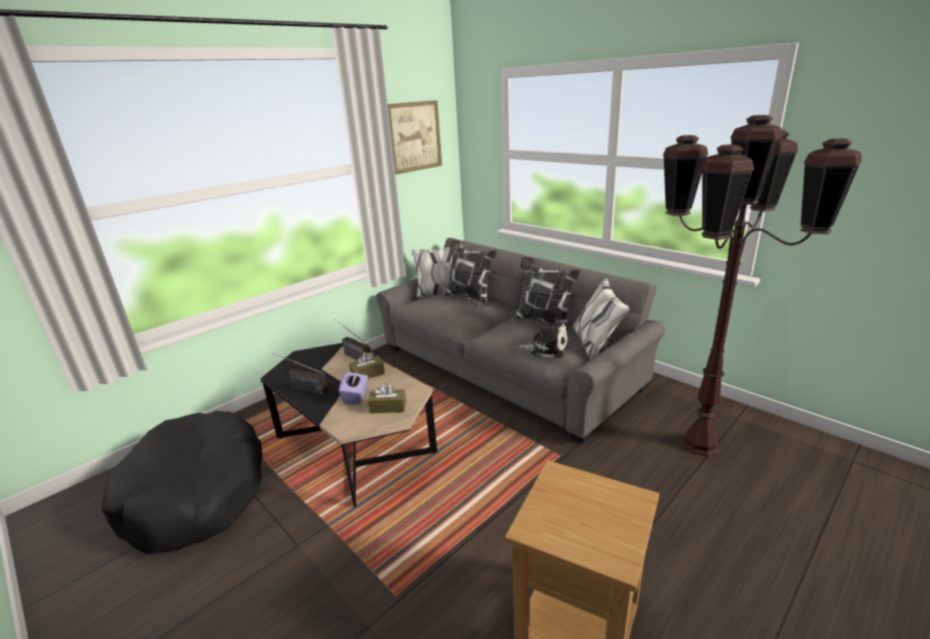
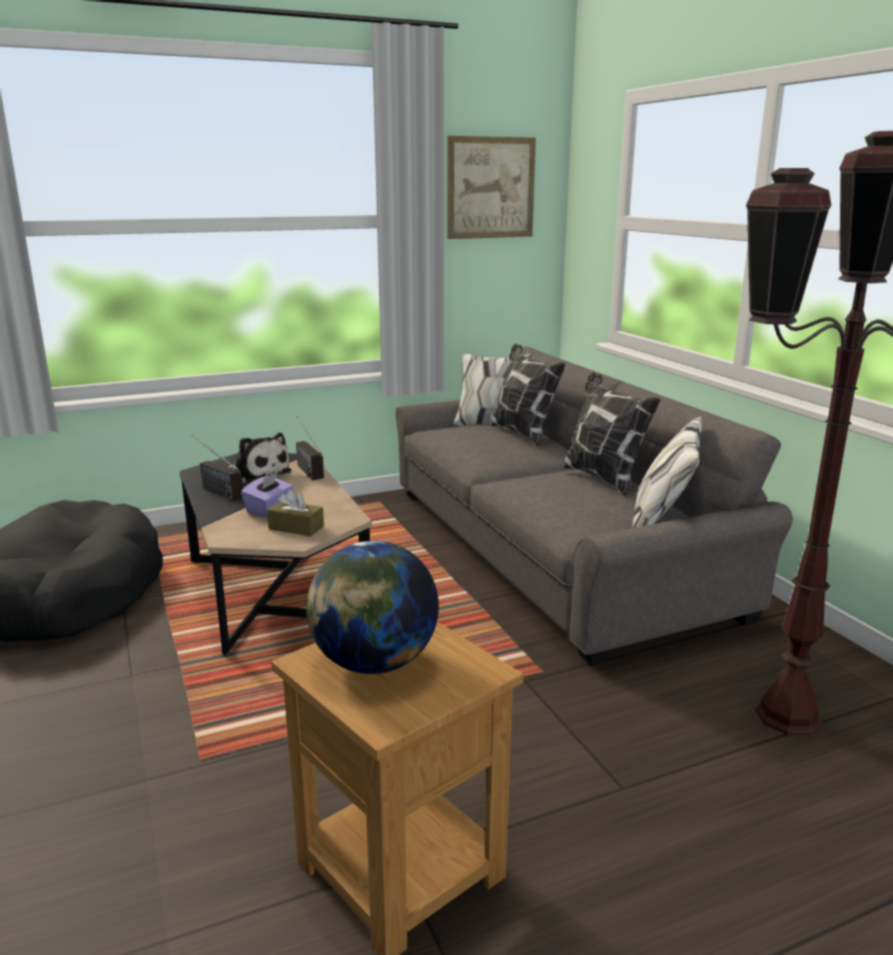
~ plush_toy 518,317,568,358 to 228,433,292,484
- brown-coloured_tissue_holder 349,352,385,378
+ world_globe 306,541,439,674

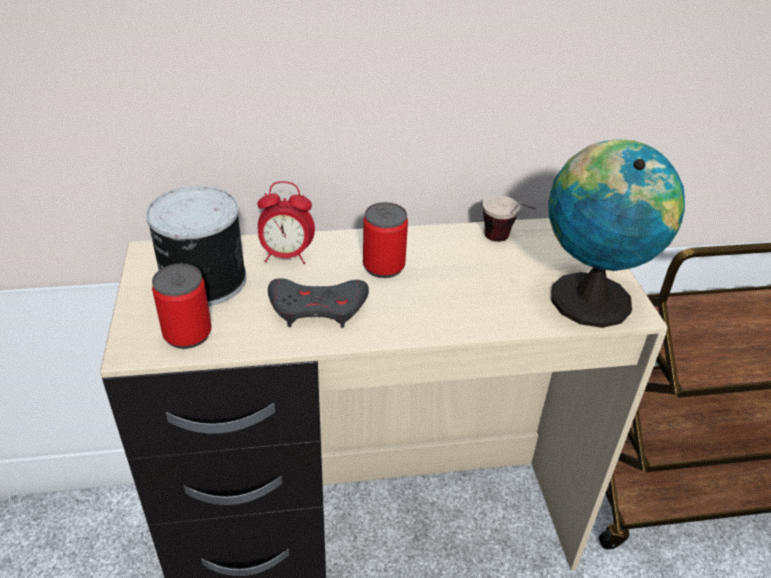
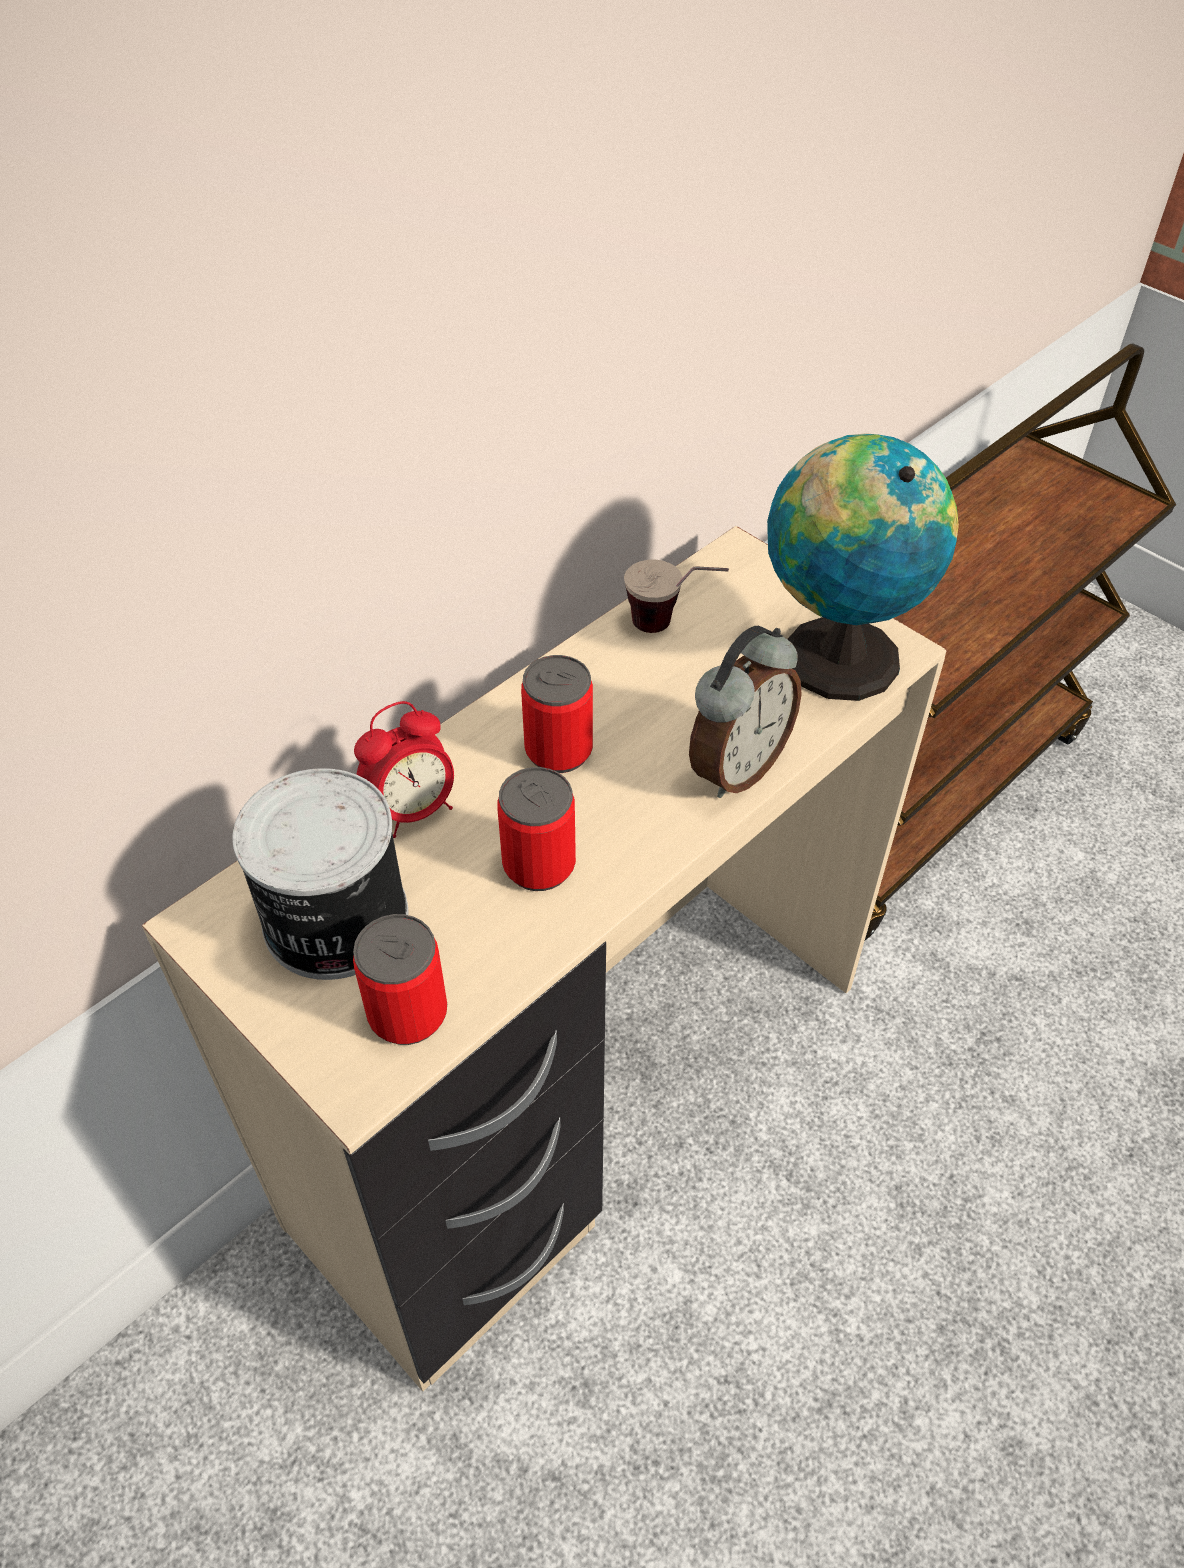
~ gray_gamepad 268,278,369,328 to can 497,767,576,891
+ table_clock 689,626,802,798

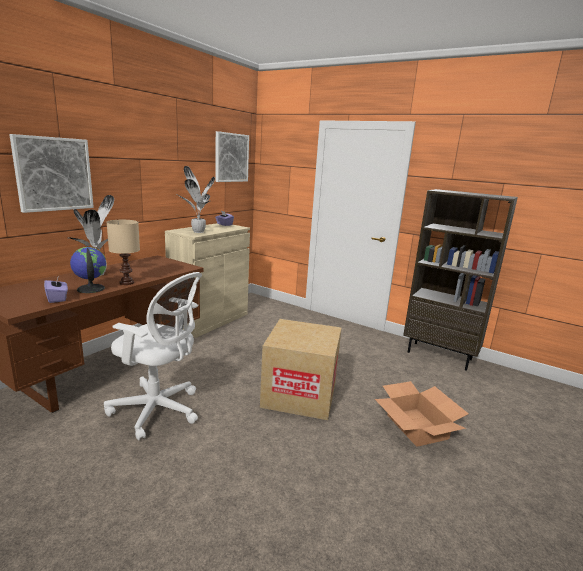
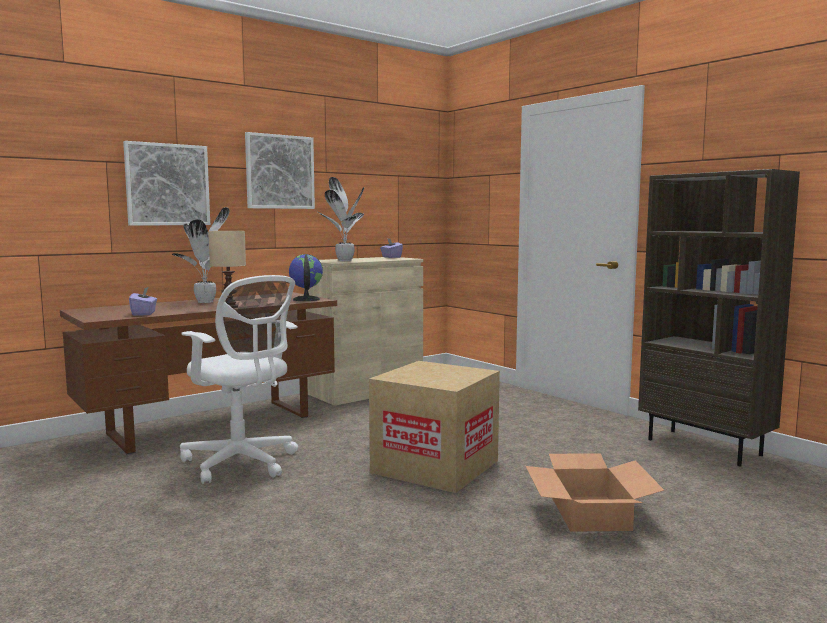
~ picture 215,131,249,182 to 245,132,315,209
~ world_globe 70,247,106,293 to 289,254,323,301

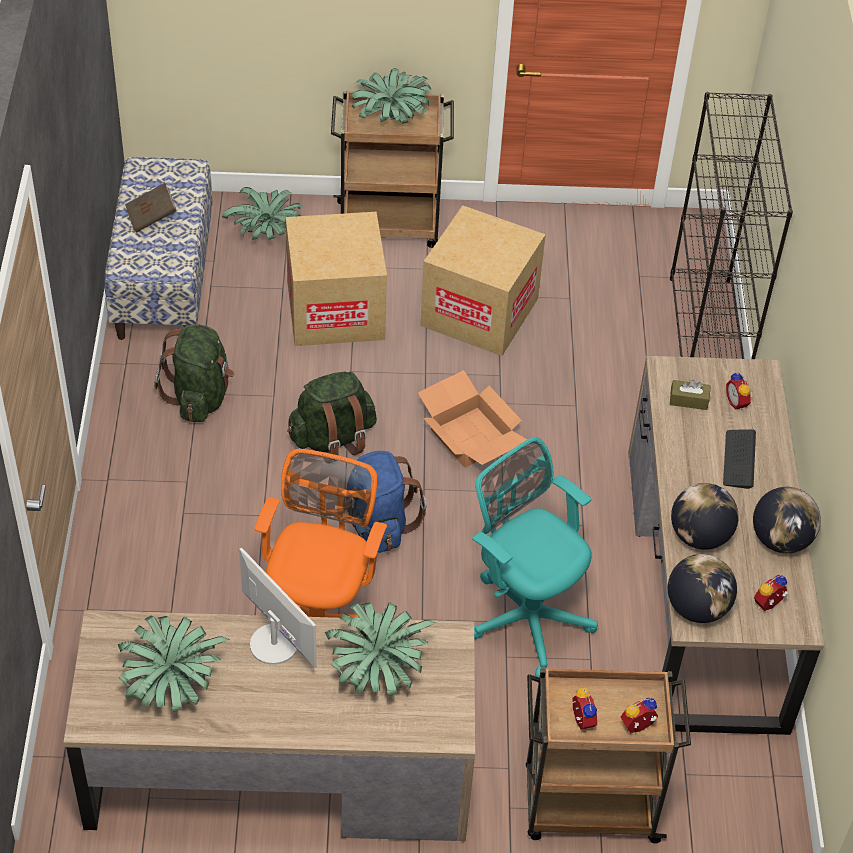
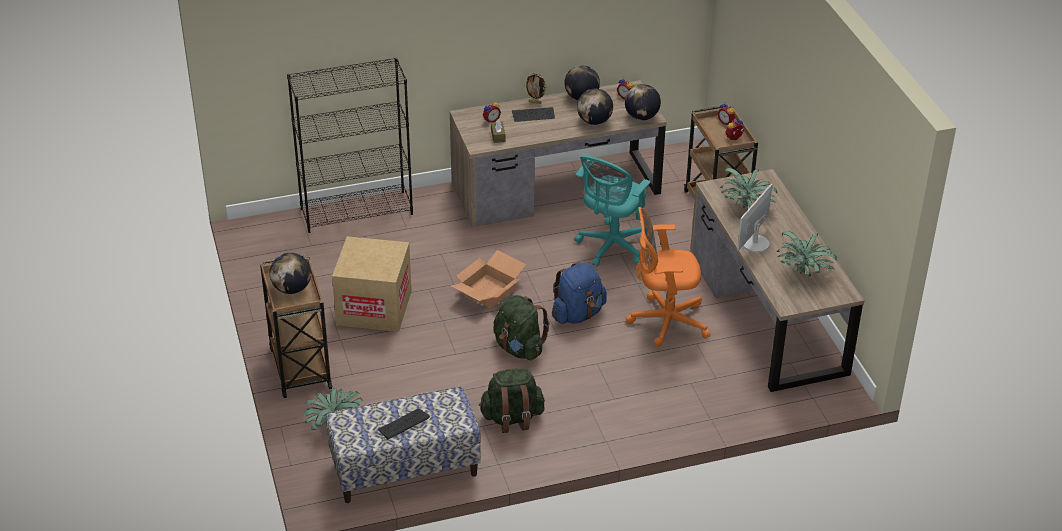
~ potted_plant 352,68,431,124 to world_globe 269,253,311,294
~ brown-coloured_volume 125,183,177,233 to PC_keyboard 378,409,430,439
- cardboard_box 286,212,387,346
+ standing_frame 524,73,547,104

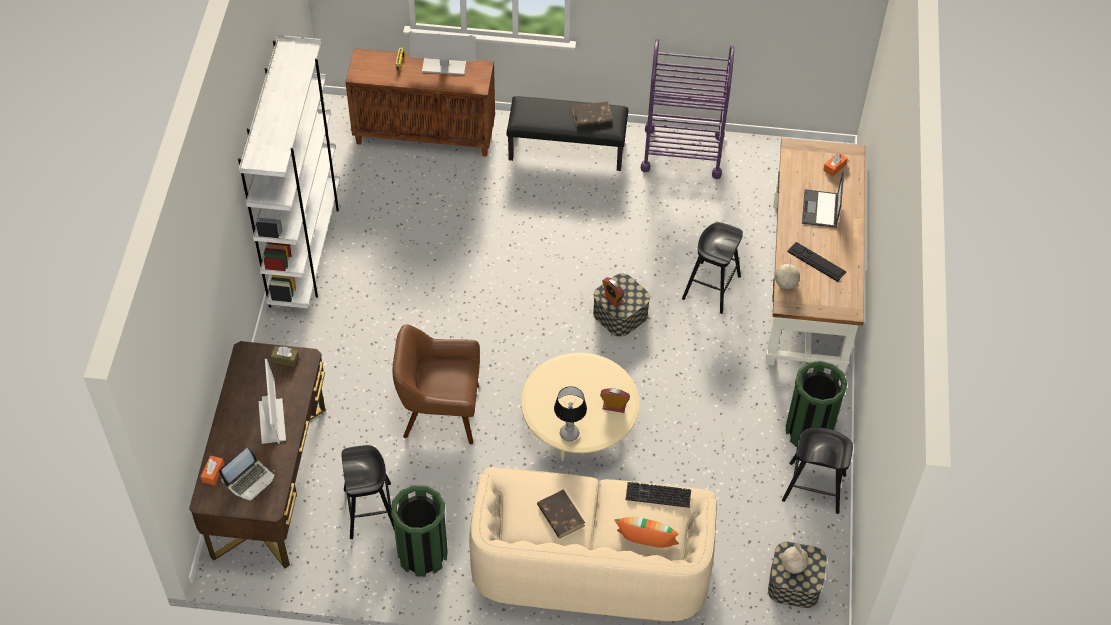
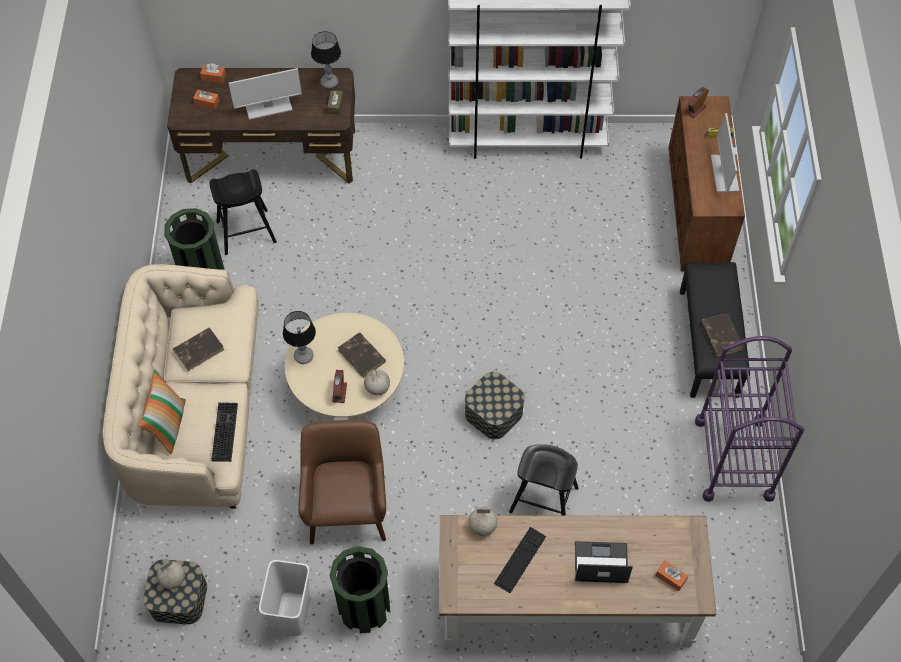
~ table_clock 602,277,625,308 to 685,87,709,118
~ brown-coloured_lounge_chair 392,325,480,444 to 299,420,386,545
~ black-coloured_sitting_stool 782,428,853,514 to whitish_rubbish_bin 259,560,310,636
~ laptop 219,448,275,501 to orange-coloured_tissue_holder 193,90,220,109
+ table_lamp 311,31,341,89
+ brown-coloured_volume 337,333,386,378
+ world_globe 364,365,390,396

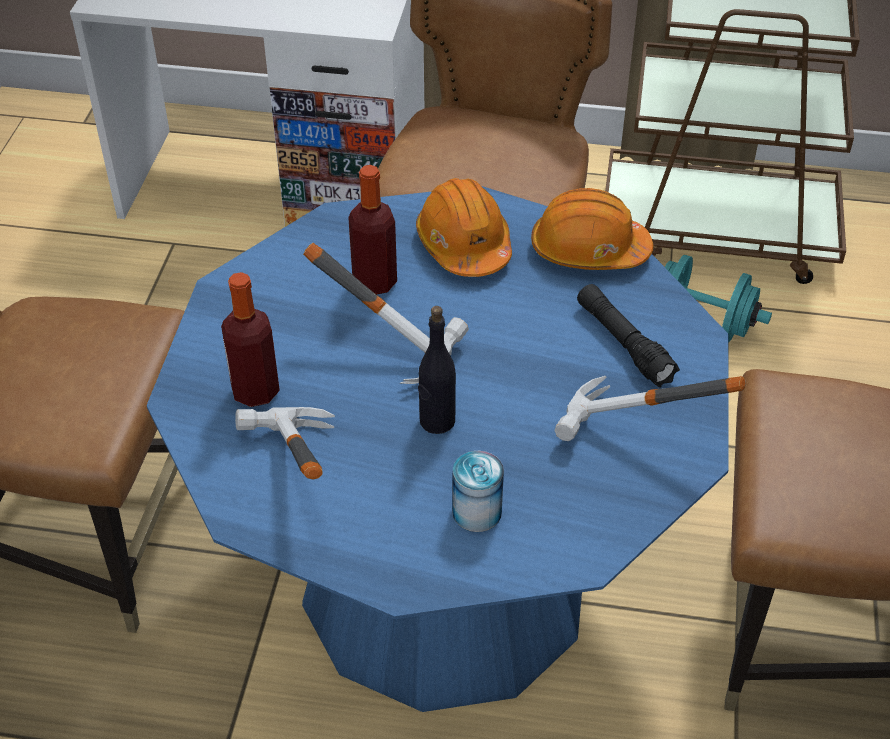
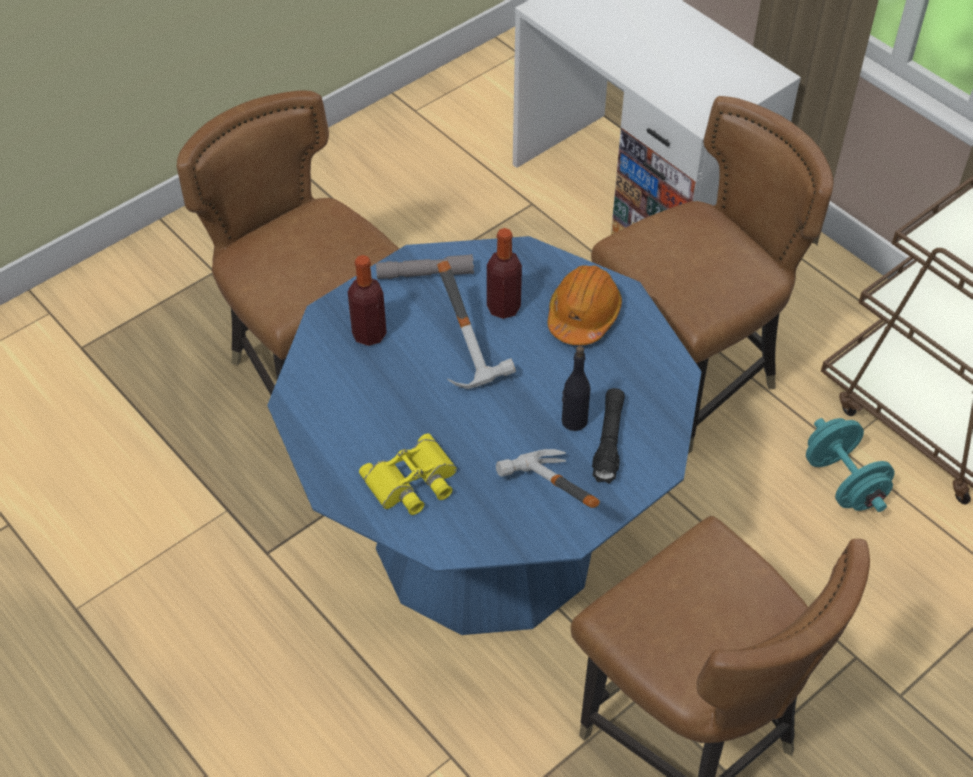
- orange-coloured_work_helmet 531,188,653,270
~ black-coloured_drink_bottle 418,306,456,434 to 562,346,590,431
- tool_hammer 235,407,335,480
~ can 452,451,504,532 to yellow_field_glasses 359,433,457,515
+ gray_torch 376,254,474,279

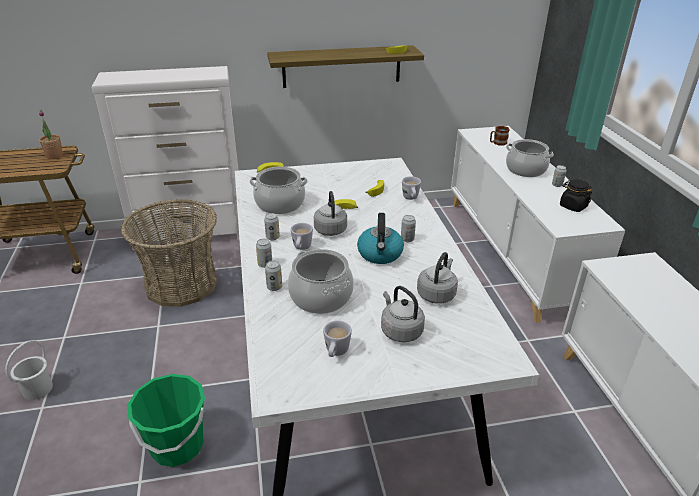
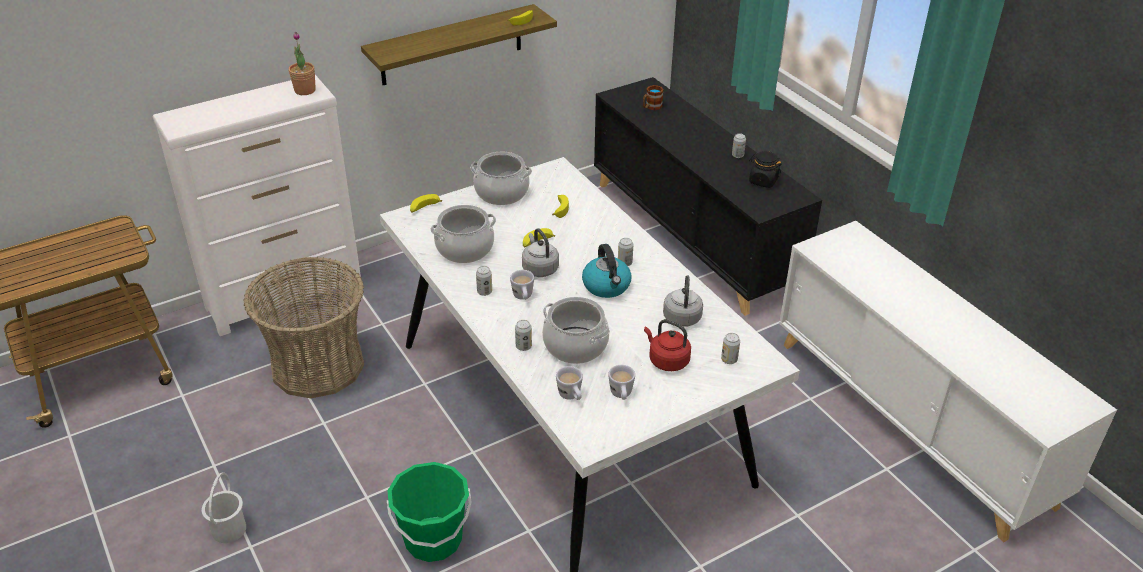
~ potted_plant 39,110,63,159 to 289,32,316,95
~ whitish_cabinet 451,126,625,323 to black-coloured_cabinet 594,77,822,316
~ stockpot 506,139,554,177 to 470,152,532,205
~ whitish_mug 402,176,421,200 to 556,366,583,400
~ can 256,238,272,268 to 721,333,740,364
~ gray_kettle 381,286,425,342 to reddish_kettle 644,319,691,371

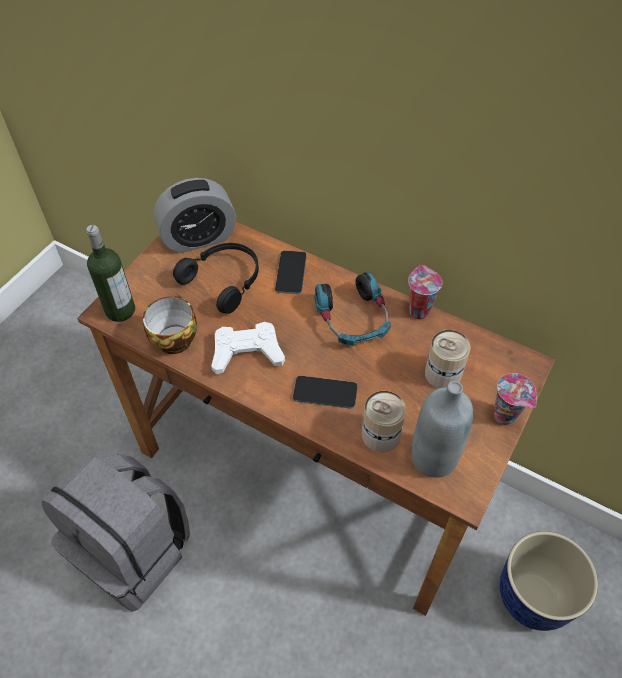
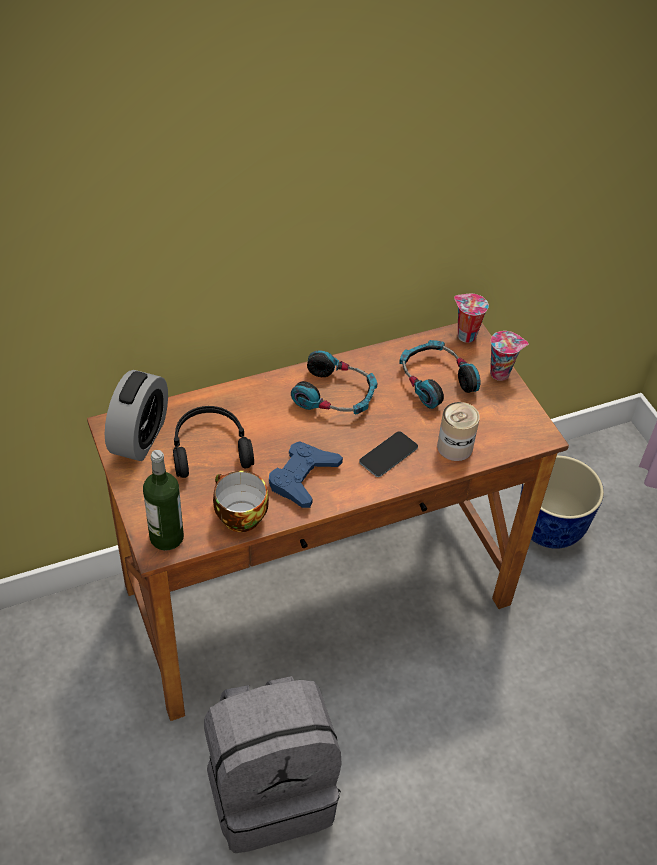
- handset 275,251,307,294
~ drinking_cup 408,265,442,319 to 454,294,489,343
~ whitish_gamepad 211,322,285,375 to bluish_gamepad 269,441,343,508
~ can 425,330,470,388 to headset 399,340,481,409
- gray_drink_bottle 411,381,473,478

